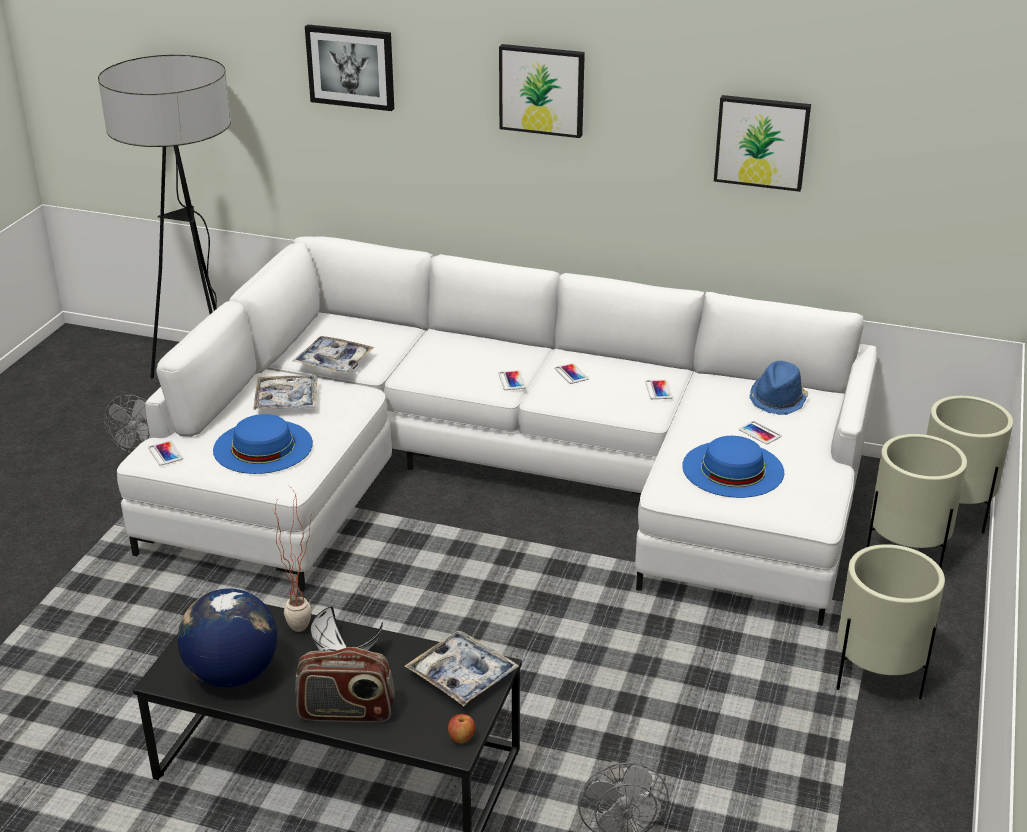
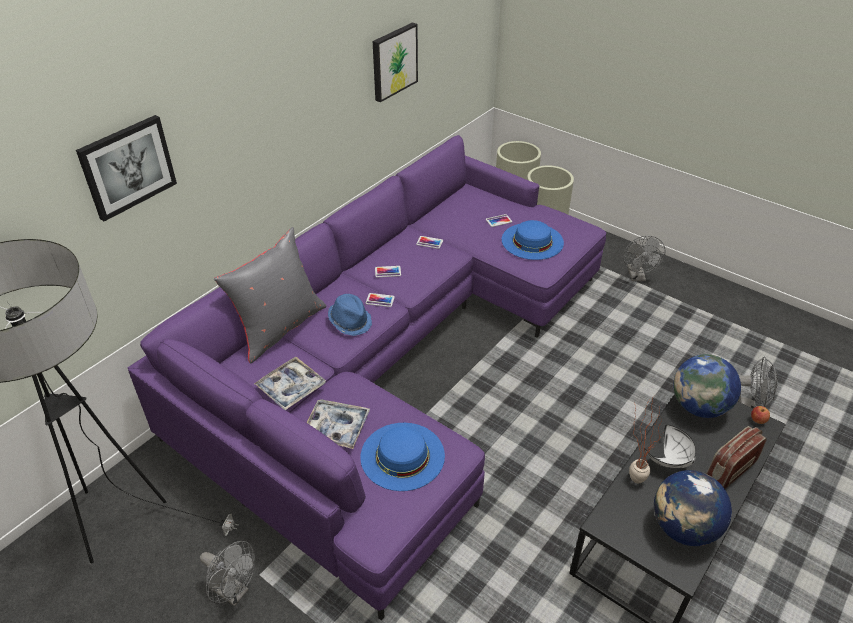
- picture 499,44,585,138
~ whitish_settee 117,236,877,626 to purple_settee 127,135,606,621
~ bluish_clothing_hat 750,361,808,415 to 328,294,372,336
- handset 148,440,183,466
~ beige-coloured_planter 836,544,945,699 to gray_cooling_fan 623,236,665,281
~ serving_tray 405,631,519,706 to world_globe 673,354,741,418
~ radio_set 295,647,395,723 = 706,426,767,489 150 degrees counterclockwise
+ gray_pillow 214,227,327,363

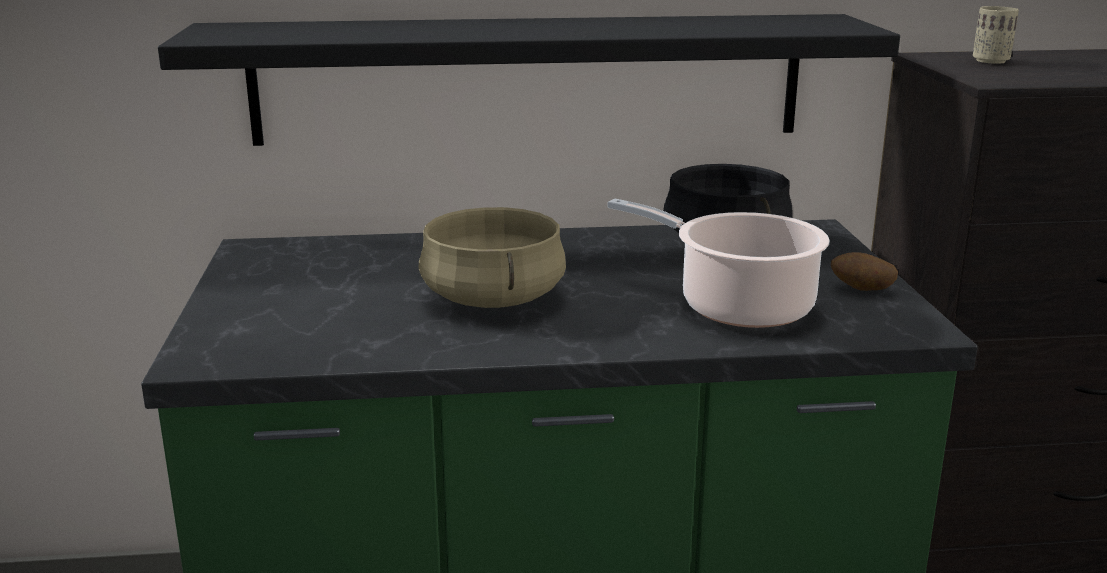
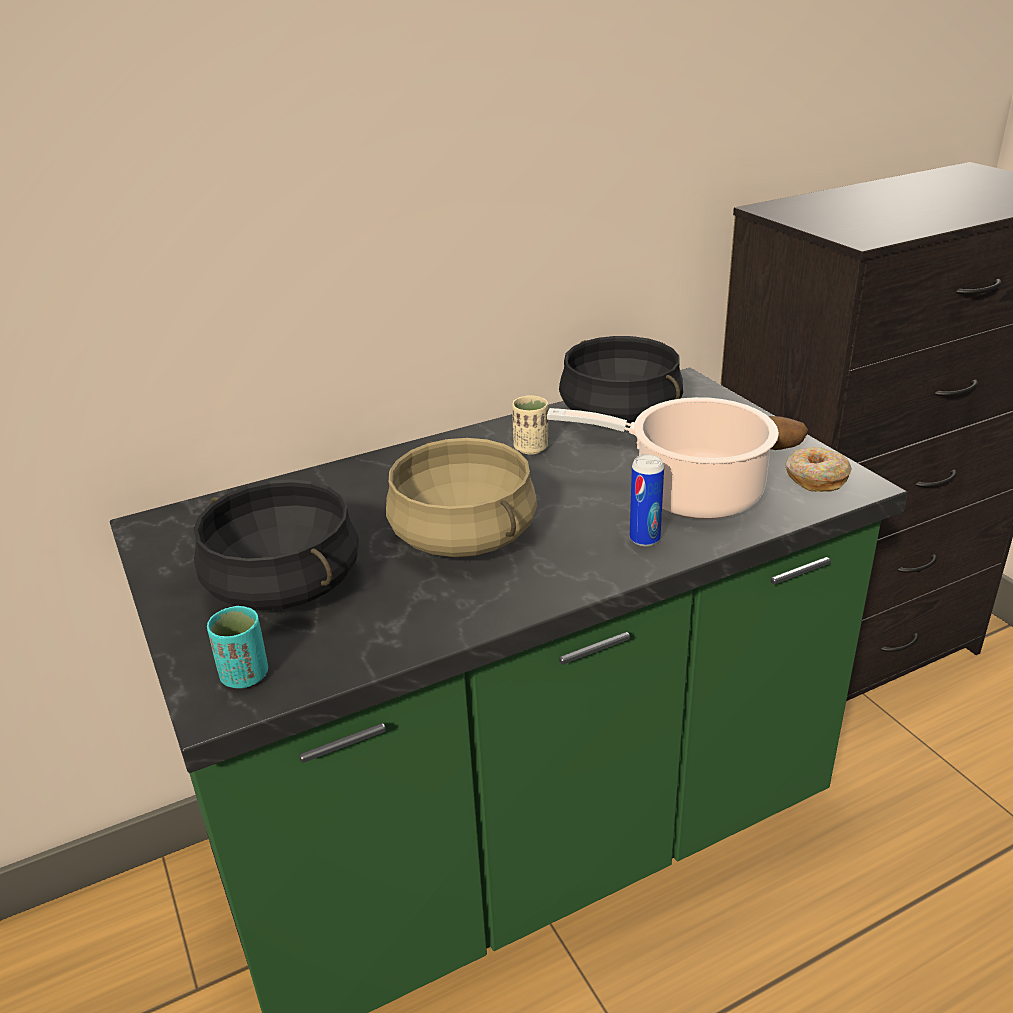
~ beige-coloured_drinking_cup 973,6,1019,64 to 512,395,548,454
- black-coloured_bracket_shelf 158,14,900,146
+ doughnut 785,447,852,492
+ can 630,454,664,546
+ black-coloured_stockpot 193,479,359,611
+ turquoise_drinking_cup 207,606,268,688

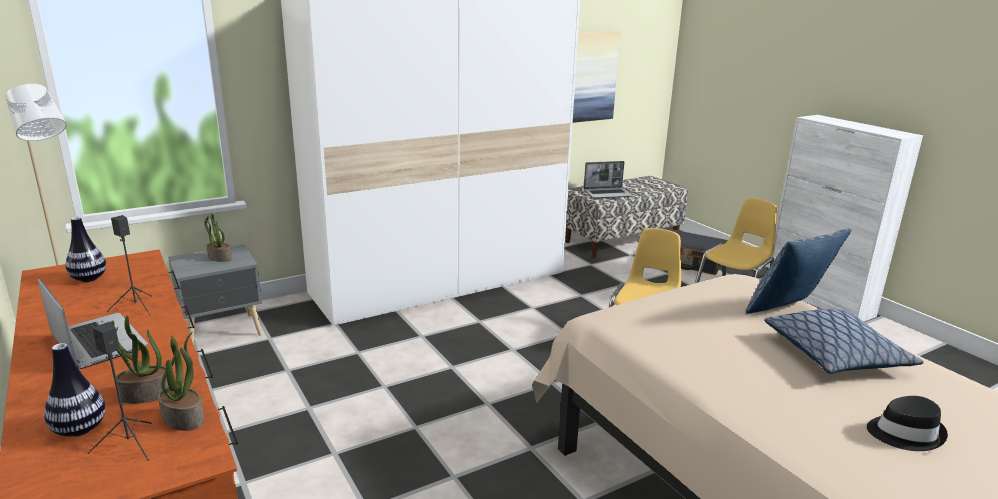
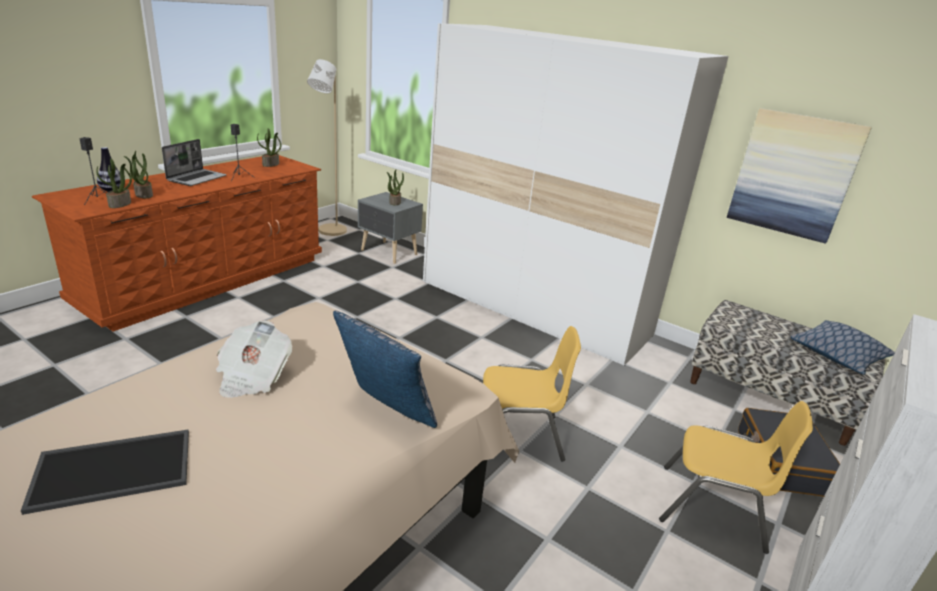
- laptop 583,161,633,198
~ vase 65,217,106,282 to potted_plant 257,128,281,167
~ pillow 764,309,924,374 to 791,320,895,375
~ black-coloured_clothing_hat 867,396,948,451 to serving_tray 21,430,189,515
+ daily_paper 216,320,293,398

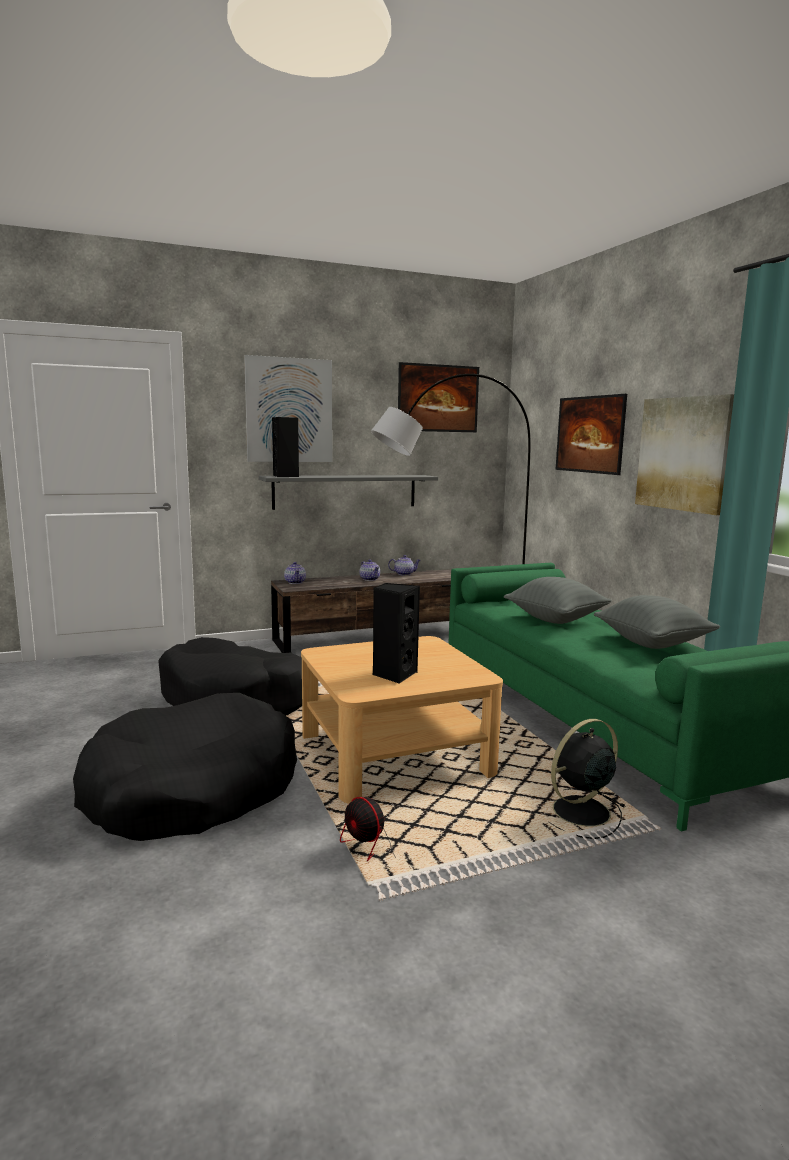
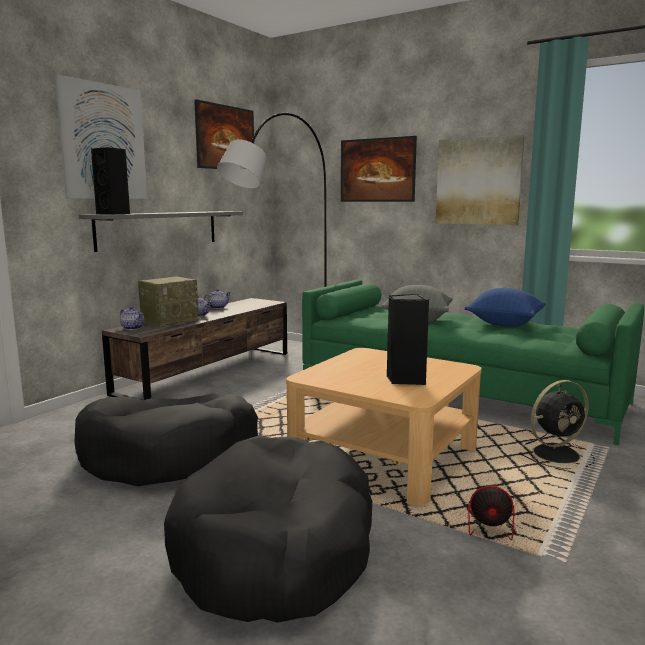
~ gray_pillow 594,595,720,649 to bluish_pillow 464,288,546,327
~ black-coloured_cooling_fan 549,719,626,839 = 519,380,595,469 135 degrees counterclockwise
+ radio_set 138,277,201,328

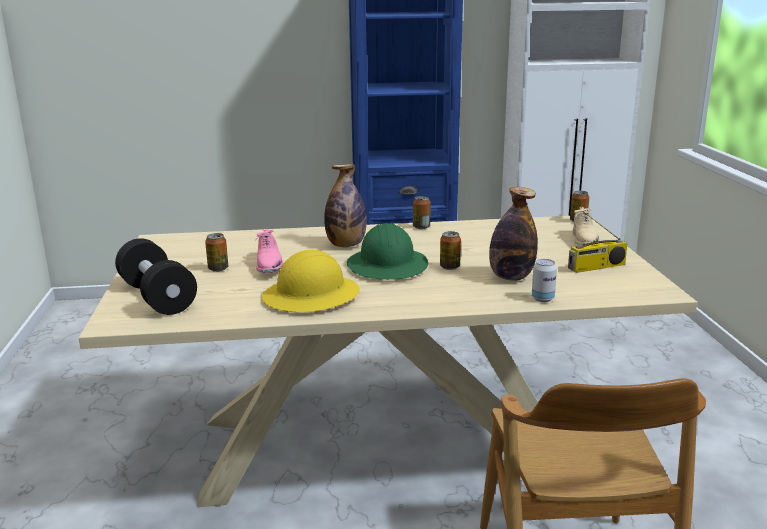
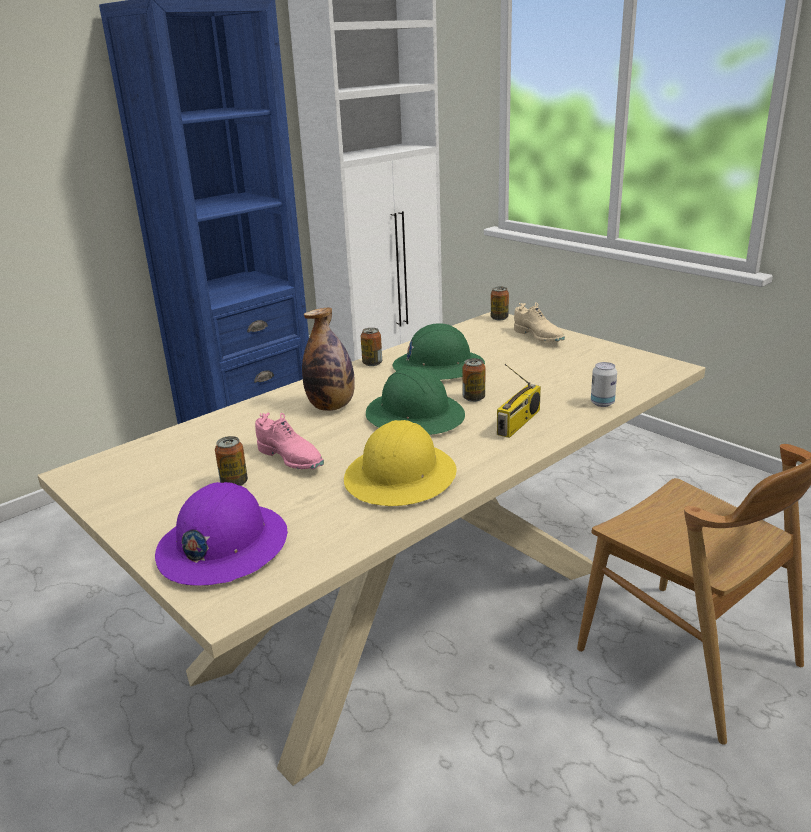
- drink_bottle 489,187,538,281
~ radio_set 568,211,628,273 to 497,364,541,438
~ black-coloured_dumbbell 115,238,197,315 to purple_work_helmet 155,482,288,586
+ greenish_work_helmet 392,323,485,380

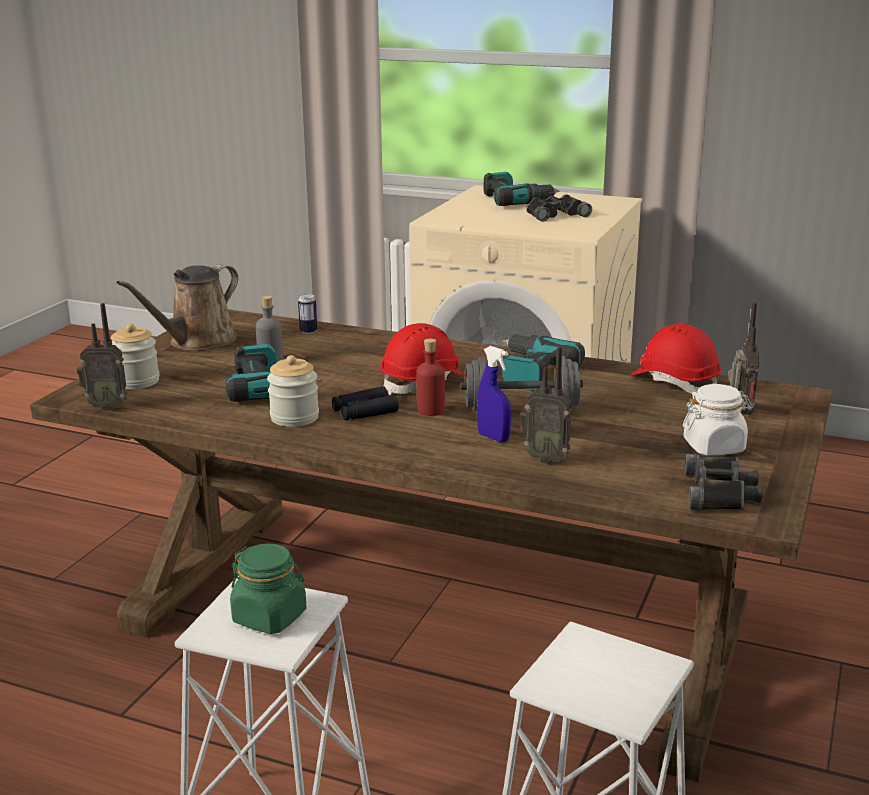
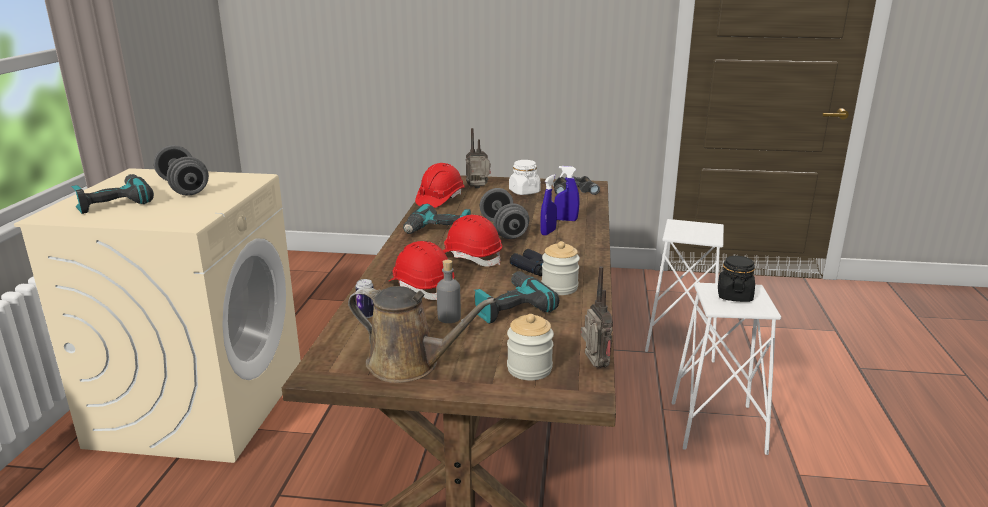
~ black-coloured_field_glasses 526,194,592,222 to gray_dumbbell 154,145,209,196
- reddish_drink_bottle 416,339,445,416
~ radio_set 520,346,572,464 to bluish_spray_bottle 554,166,579,221
~ greenish_preserve_jar 230,544,307,634 to black-coloured_preserve_jar 718,256,755,302
+ reddish_work_helmet 389,241,454,300

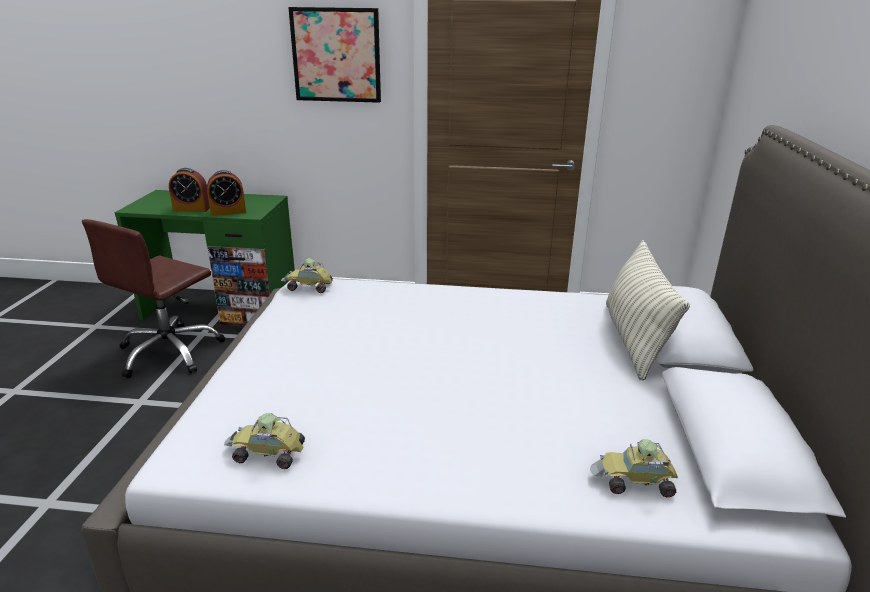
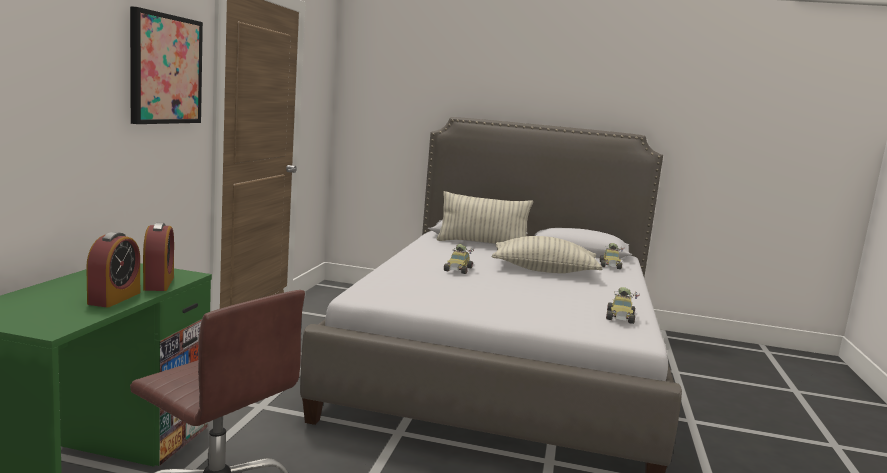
~ toy_car 281,258,333,293 to 444,244,474,274
+ pillow 492,236,602,273

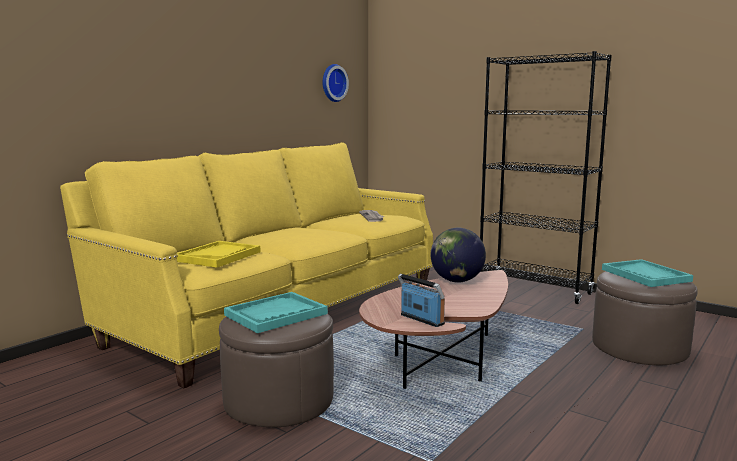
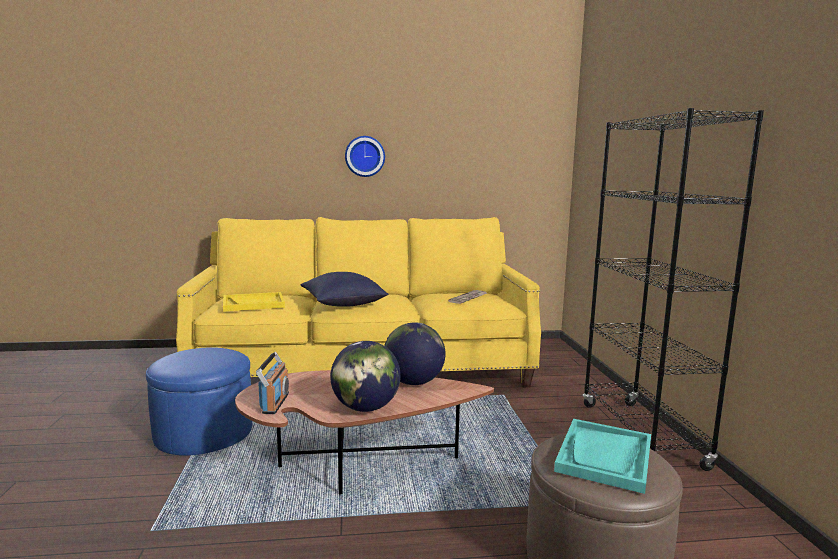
~ clock_on_the_wall 322,64,349,102 to 345,136,385,177
- turquoise_serving_tray 224,292,328,333
~ brown-coloured_ottoman 219,314,334,427 to bluish_ottoman 146,347,253,456
+ bluish_pillow 301,272,389,307
+ world_globe 330,341,401,412

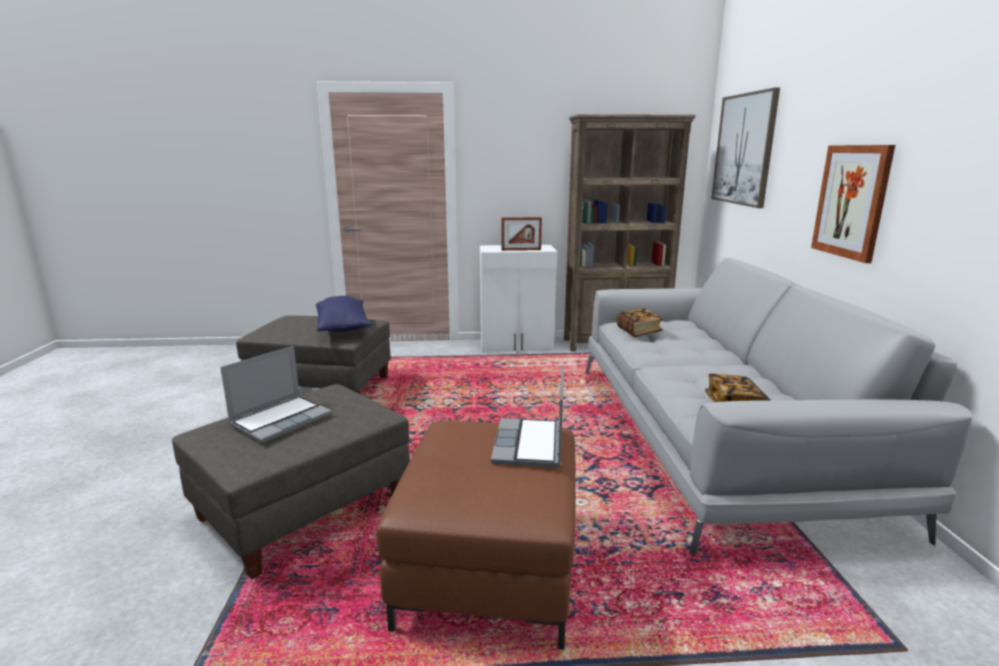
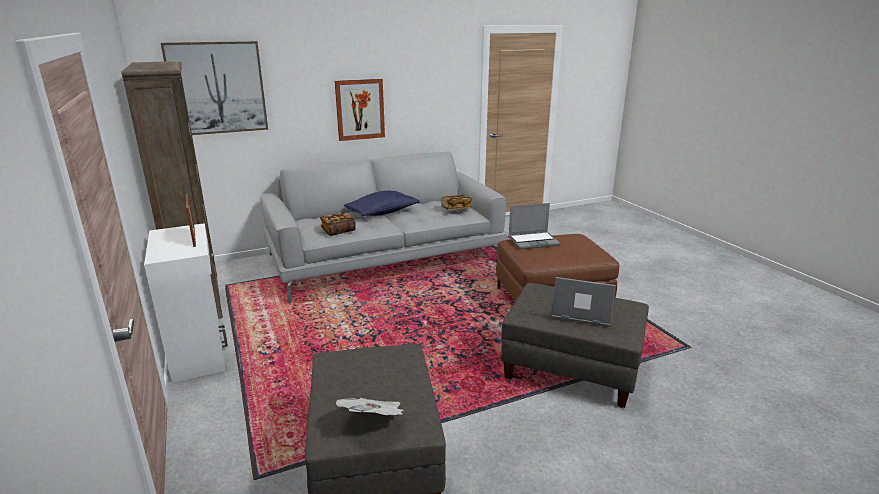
~ bluish_pillow 316,296,372,332 to 344,191,420,216
+ daily_paper 336,398,404,415

